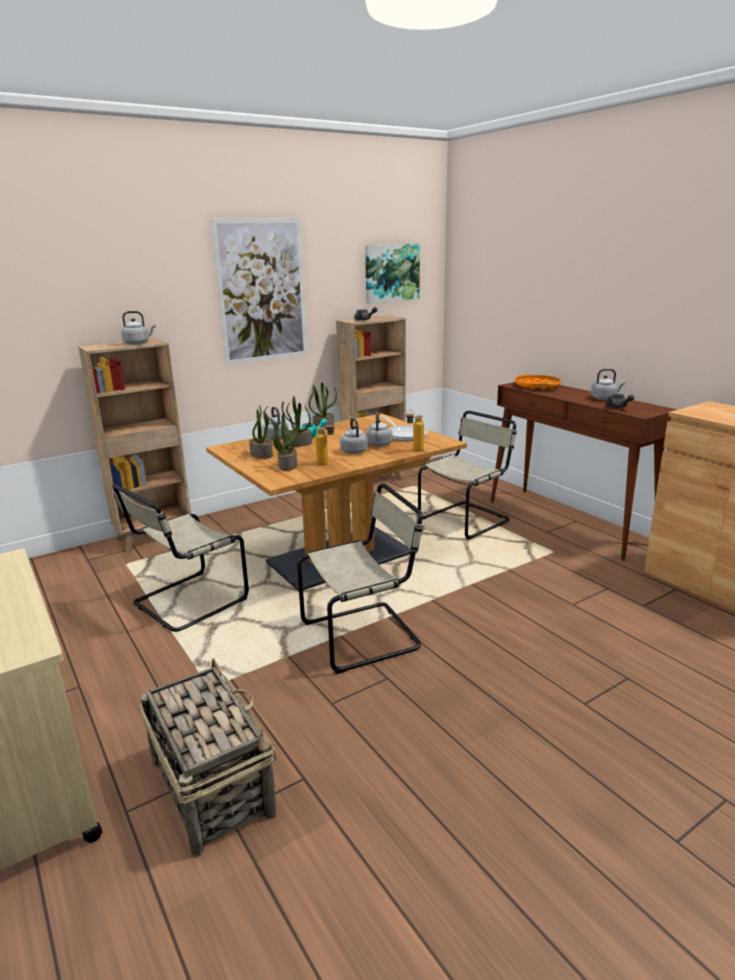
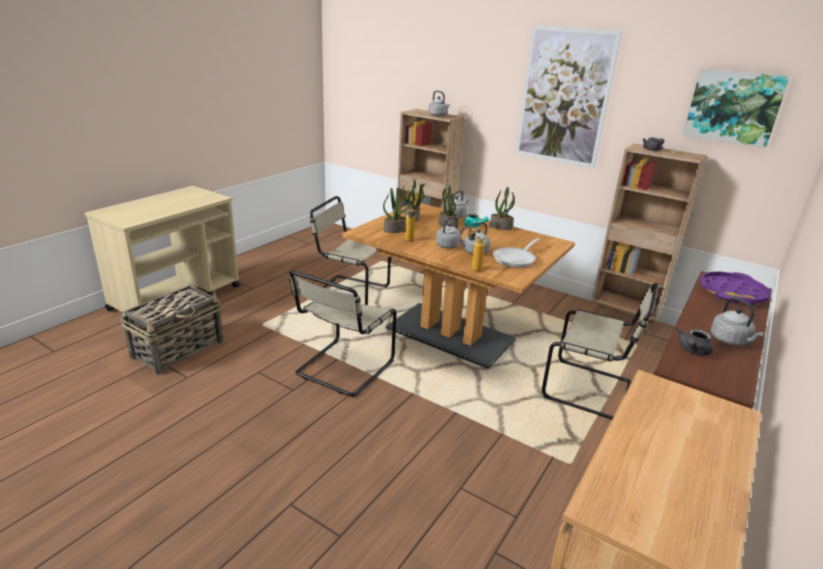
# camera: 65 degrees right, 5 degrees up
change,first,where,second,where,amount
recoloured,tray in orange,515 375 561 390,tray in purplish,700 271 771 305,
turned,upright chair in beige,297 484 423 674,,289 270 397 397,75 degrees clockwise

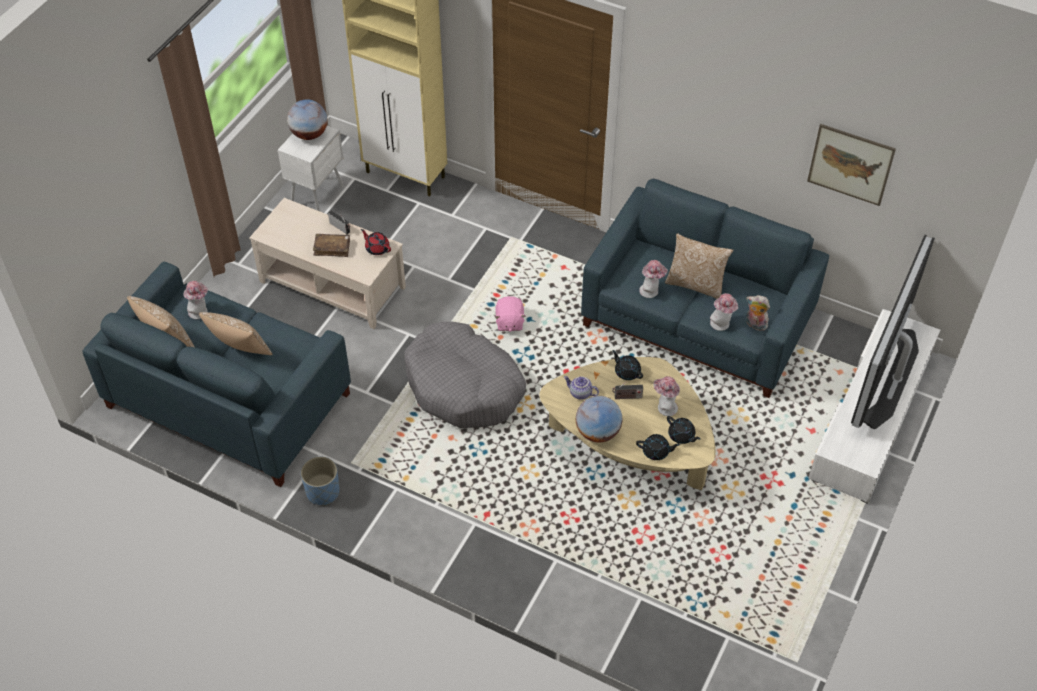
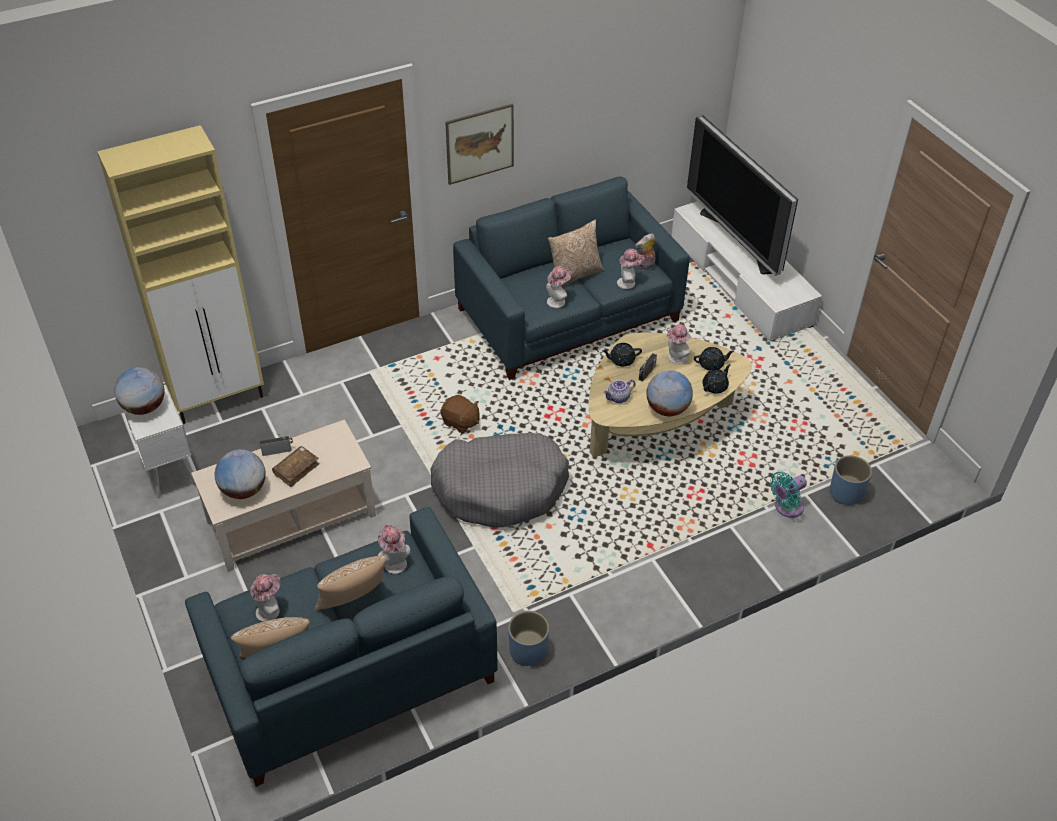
# camera: 55 degrees left, 5 degrees down
change,first,where,second,where,amount
moved,picture,807 124 896 206,,445 103 514 185,
removed,tea pot in red,361 229 391 255,,,
recoloured,soft toy in pink,495 296 525 332,soft toy in brownish,440 395 480 434,
added,,,desk globe,215 449 266 499,
added,,,planter in bluish,830 455 872 505,
added,,,fan in blue-green,770 472 807 518,
added,,,clothing hat,377 525 410 574,

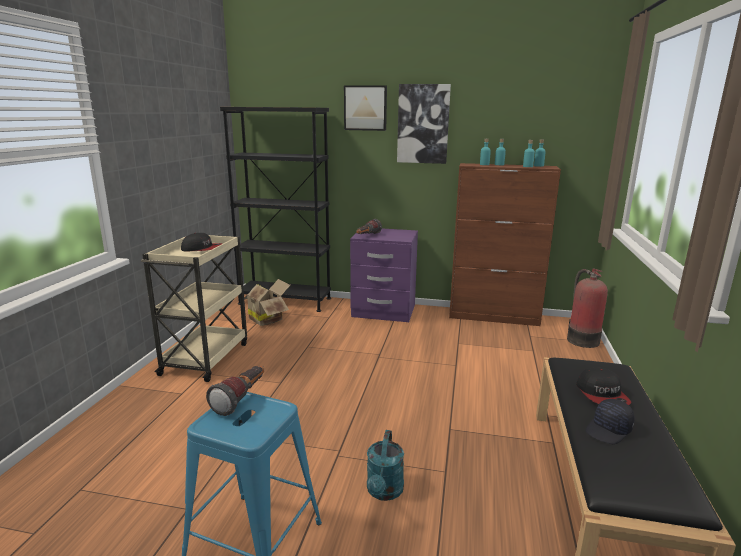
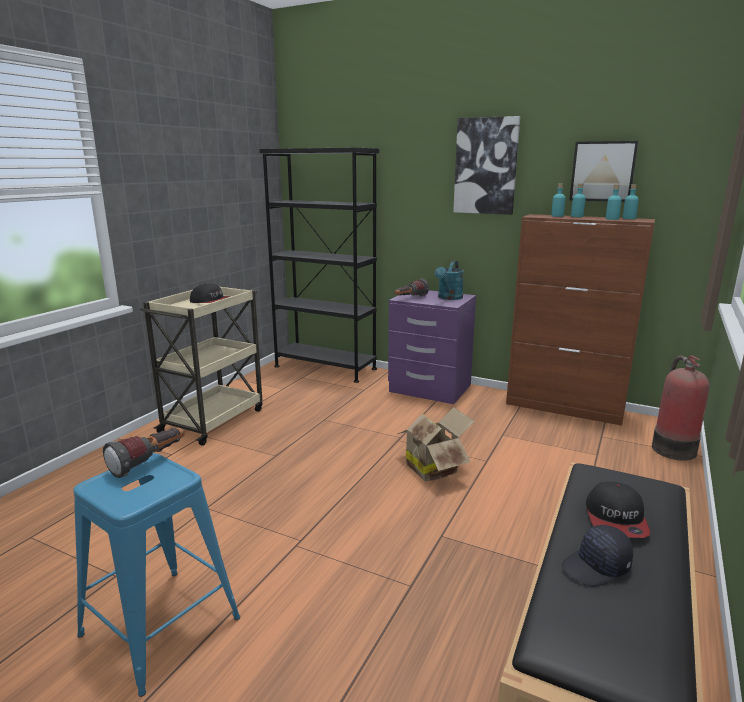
# camera: 15 degrees right, 0 degrees up
change,first,where,second,where,amount
moved,picture,344 85 387 131,,569 141 639 202,
moved,carton,244 279 290 326,,398 407 474 481,
moved,sprinkling can in blue-green,367 430 404 501,,435 261 464 300,

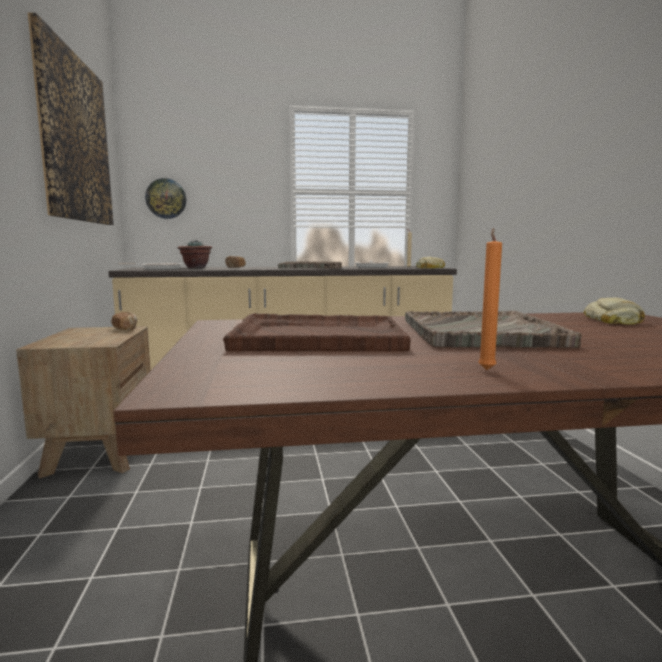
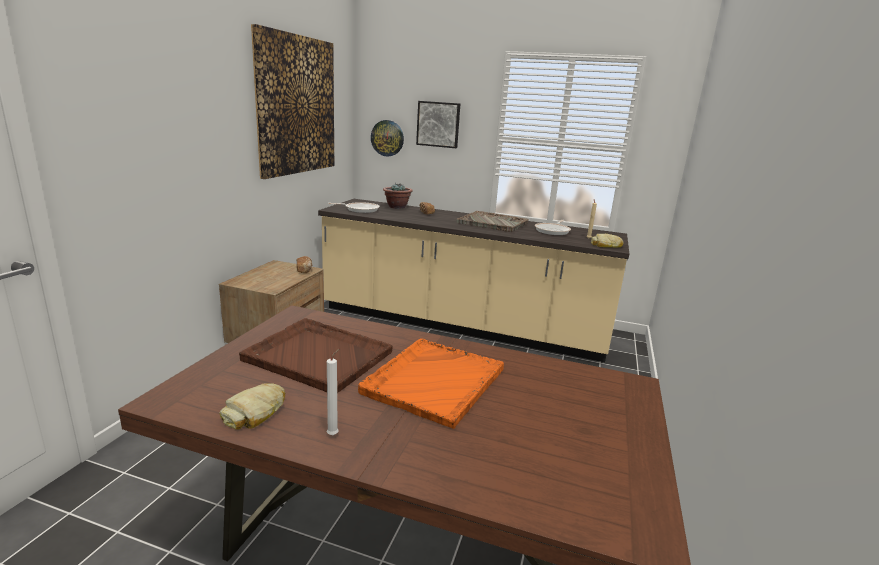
# camera: 25 degrees right, 10 degrees up
change,first,where,second,where,amount
recoloured,candle in orange,478 228 502 370,candle in white-coloured,327 348 340 435,
moved,bakery bread,583 297 645 324,,219 383 285 429,
recoloured,tray in gray,405 311 582 348,tray in orange,358 338 504 429,
added,,,picture,416 101 460 148,

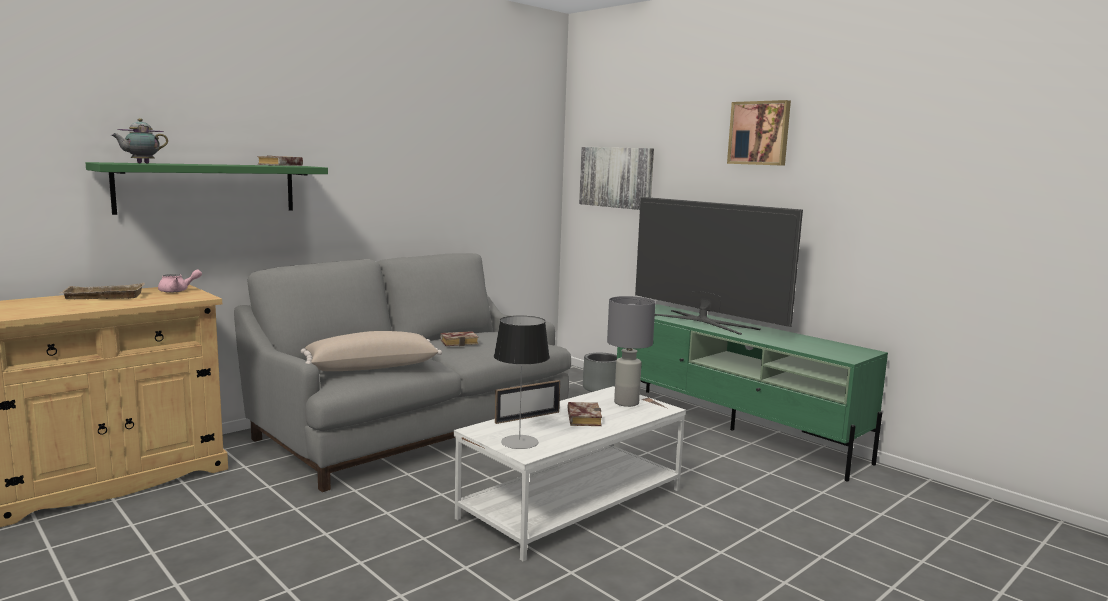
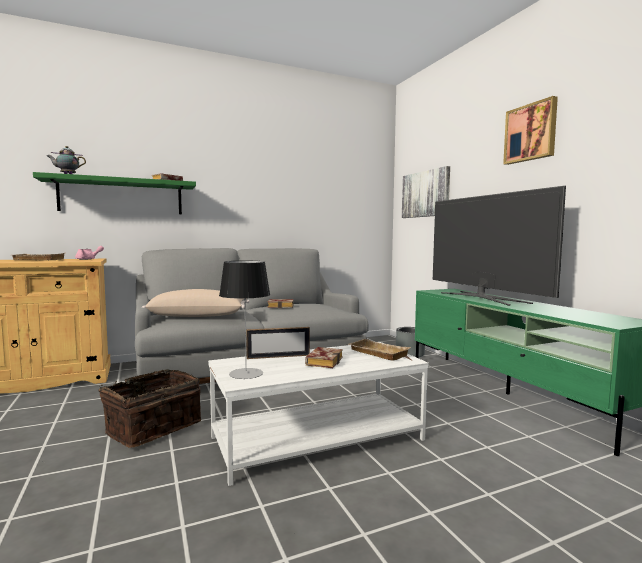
# camera: 20 degrees right, 5 degrees down
change,first,where,second,where,amount
replaced,table lamp in gray,607 296 655 407,tray in beige,347 339 411 361,
added,,,basket,98 369 201 448,

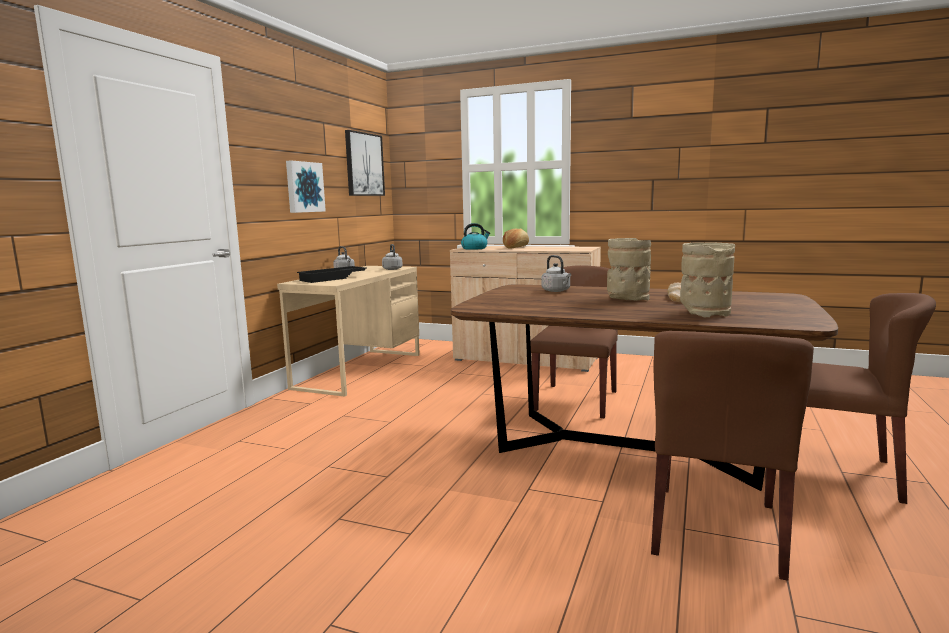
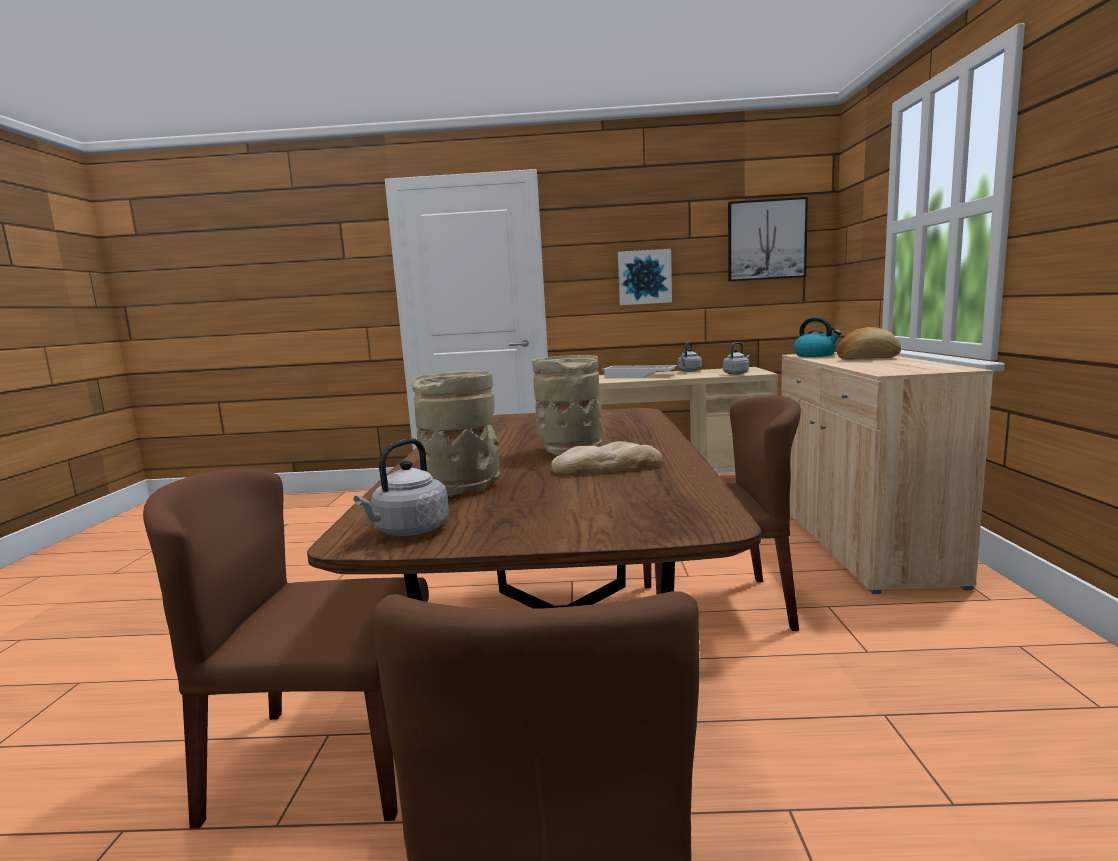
# camera: 70 degrees right, 0 degrees up
change,first,where,second,where,amount
moved,water kettle in gray,541 255 571 292,,354 438 449 536,
recoloured,tray in blackish,297 266 367 283,tray in white-coloured,602 365 677 378,

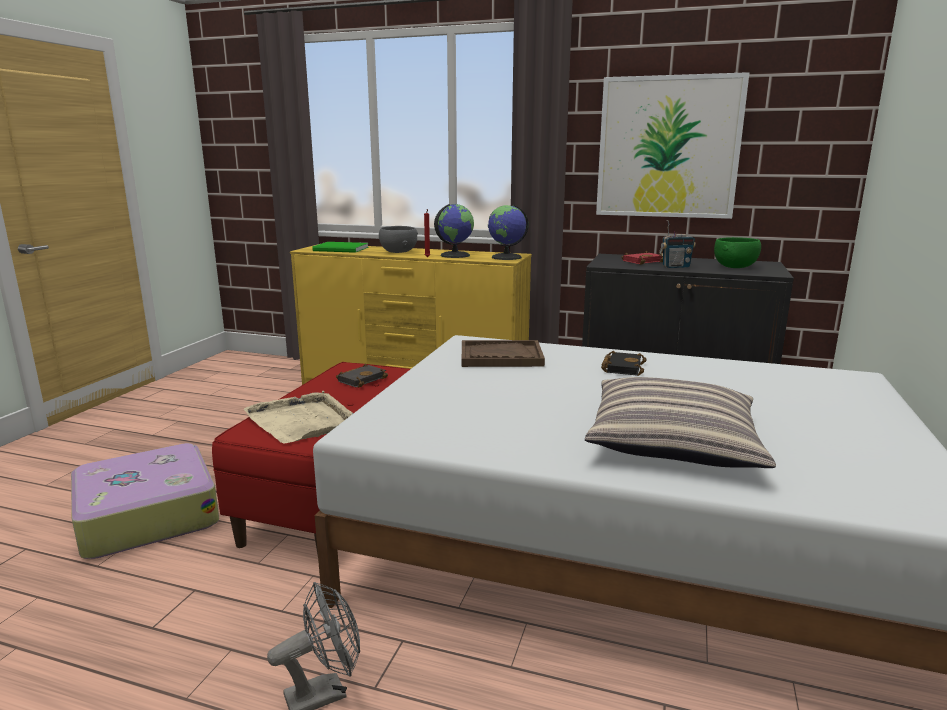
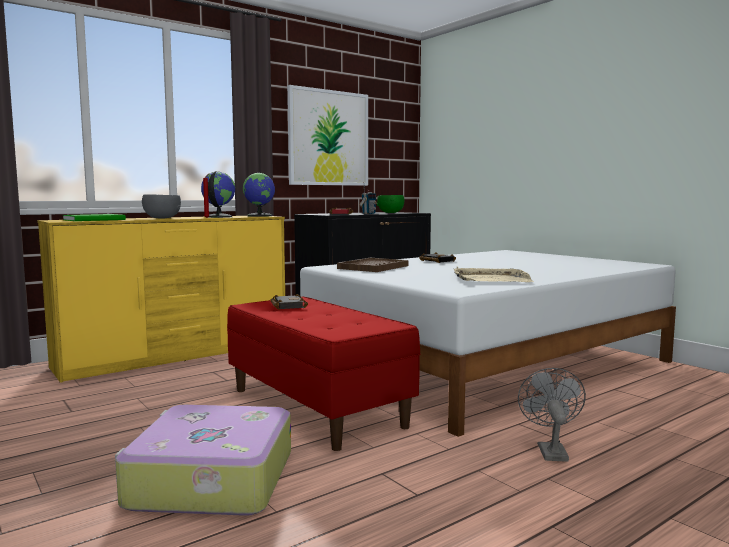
# camera: 55 degrees left, 10 degrees down
change,first,where,second,where,amount
removed,throw pillow,585 377 776 468,,,
moved,tray in beige,244 391 353 444,,454 266 534 282,

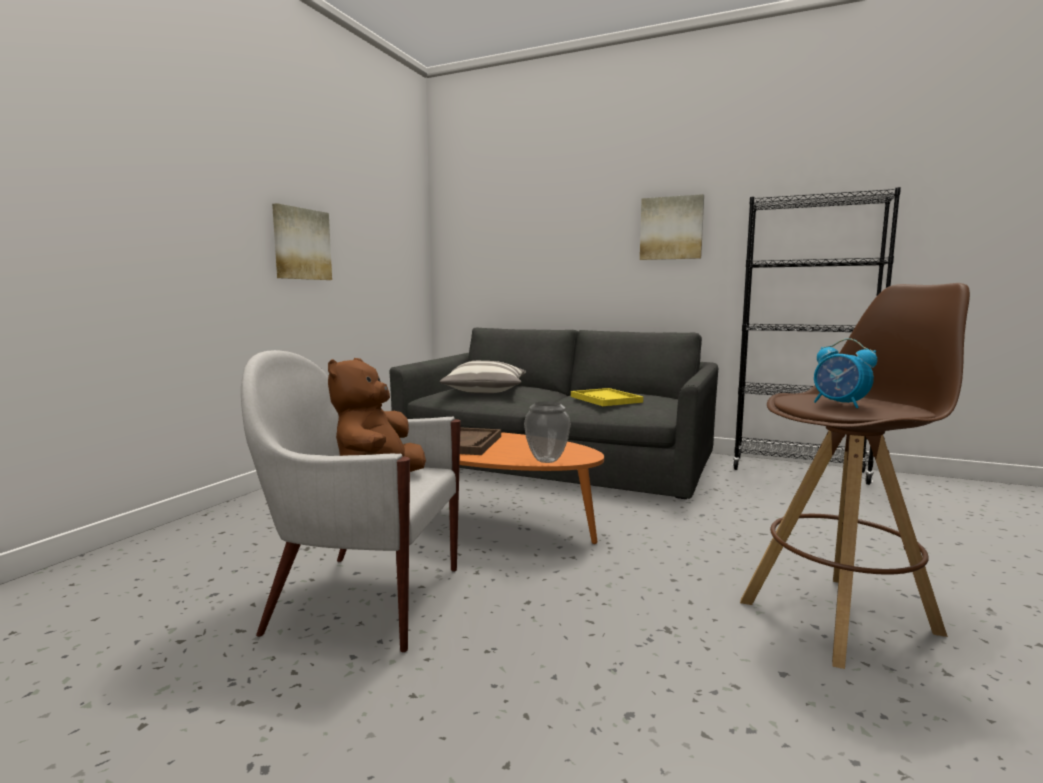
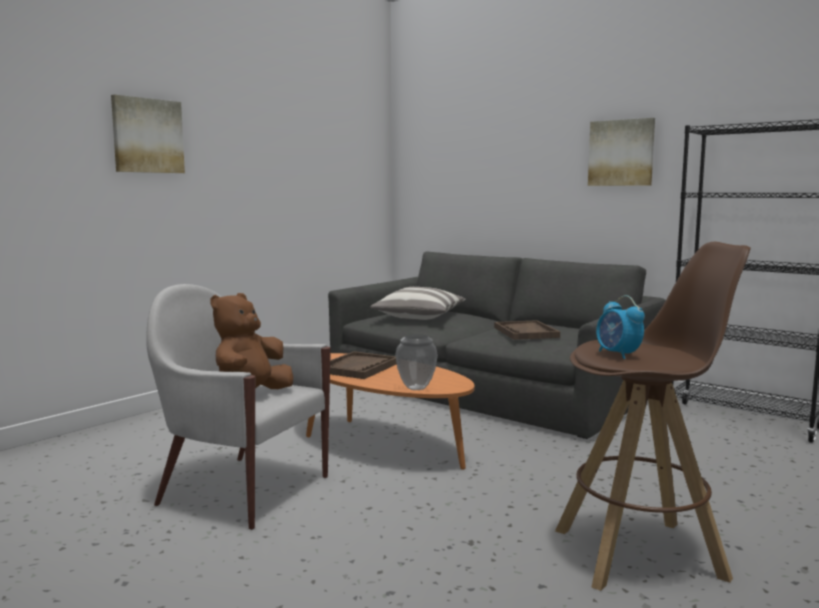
# camera: 15 degrees right, 0 degrees up
change,first,where,second,where,amount
moved,picture,272 203 332 280,,111 95 185 173,
recoloured,tray in yellow-coloured,571 388 643 406,tray in brownish,494 320 560 340,

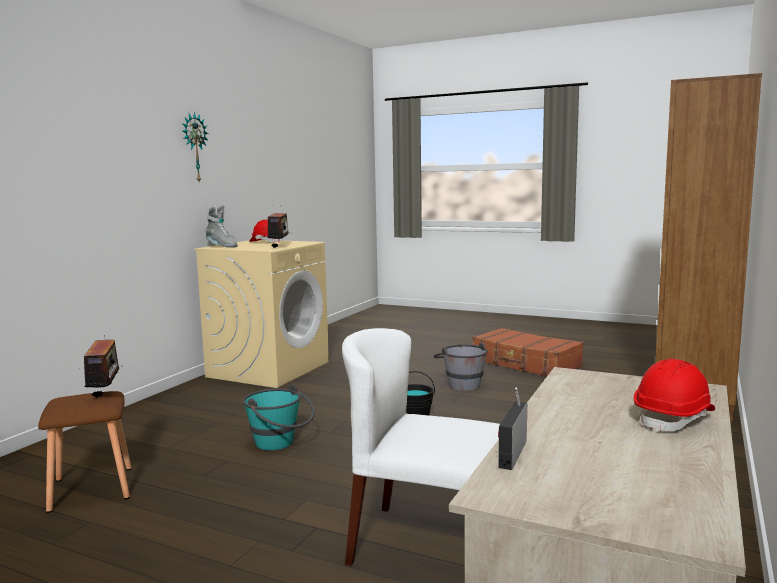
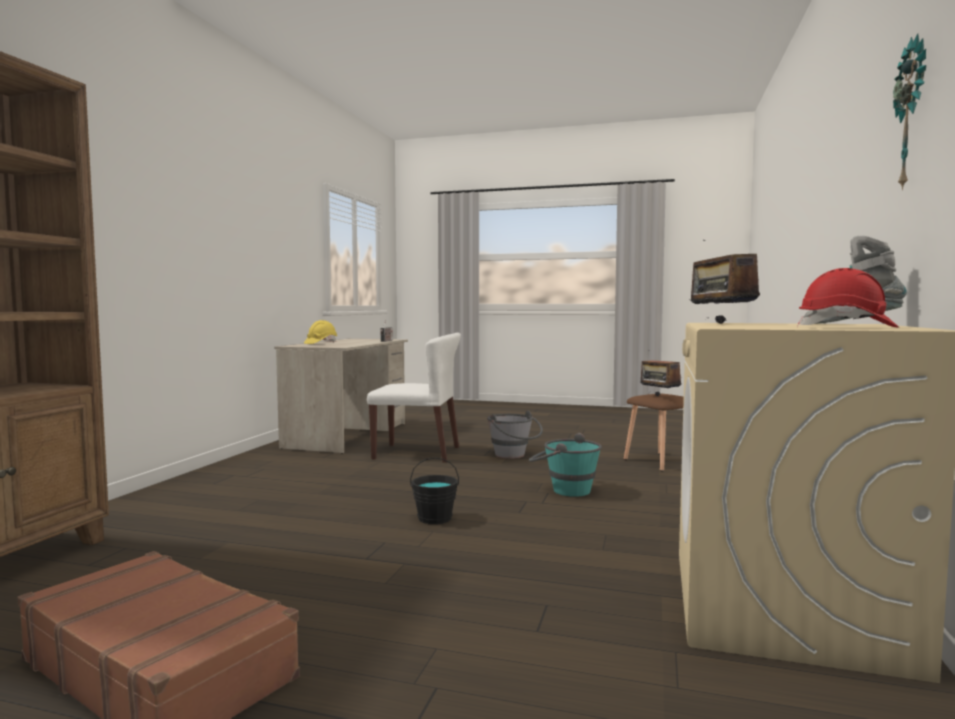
# camera: 170 degrees right, 5 degrees down
change,first,where,second,where,amount
moved,bucket in gray,434 342 488 391,,487 411 543 459,
recoloured,work helmet in red,634 359 715 433,work helmet in yellow-coloured,304 320 337 344,

